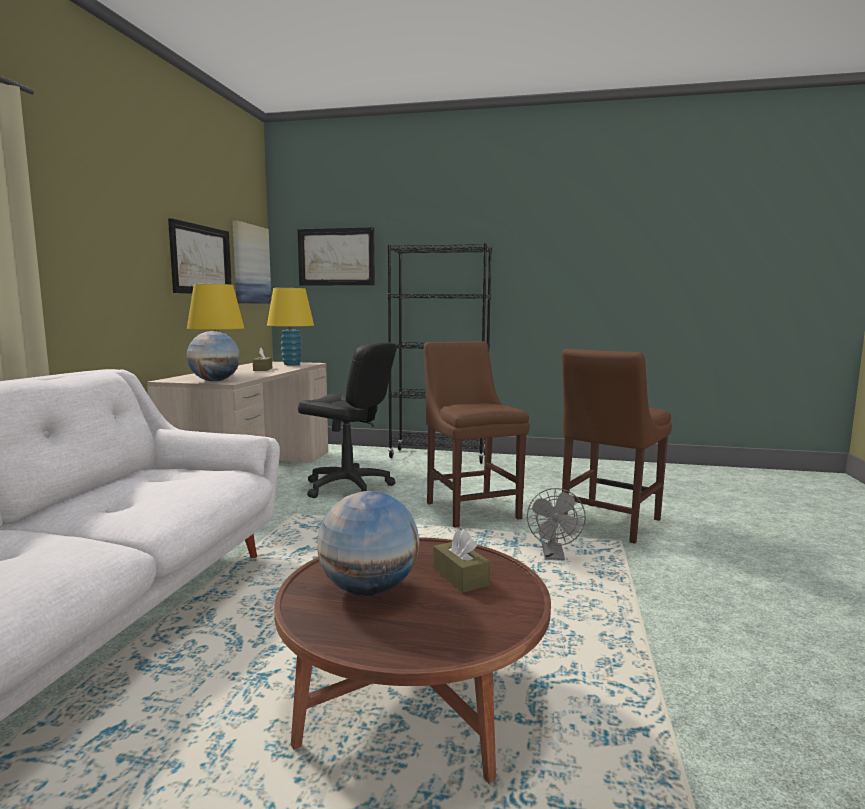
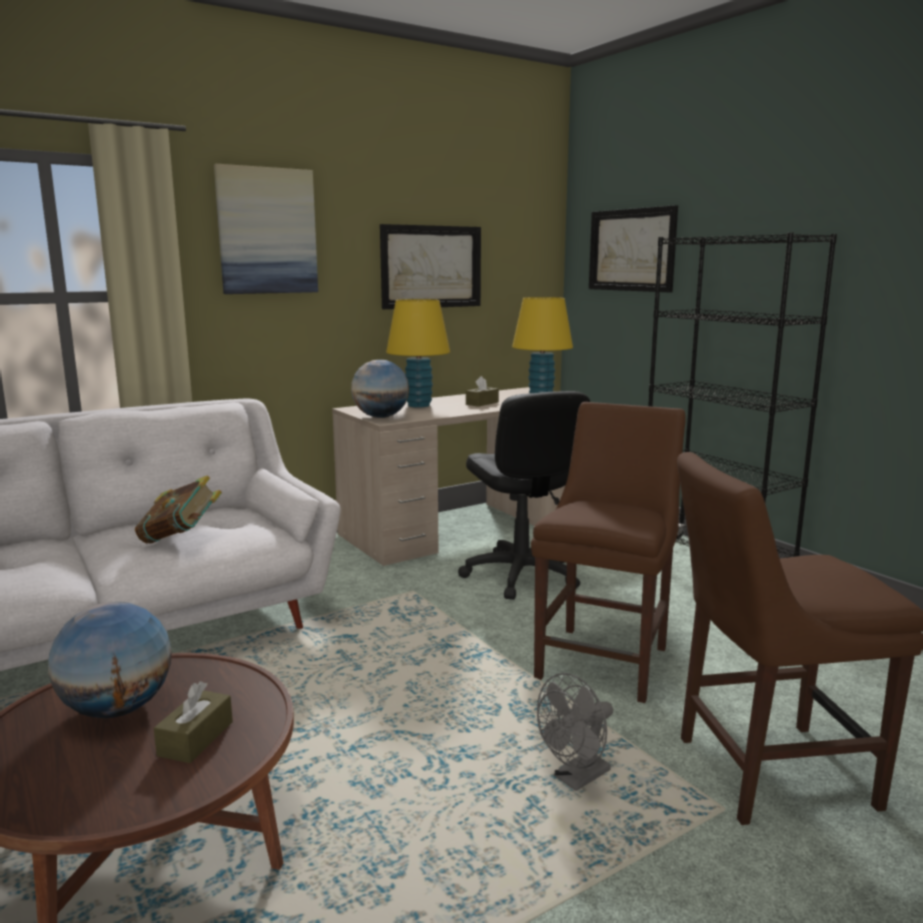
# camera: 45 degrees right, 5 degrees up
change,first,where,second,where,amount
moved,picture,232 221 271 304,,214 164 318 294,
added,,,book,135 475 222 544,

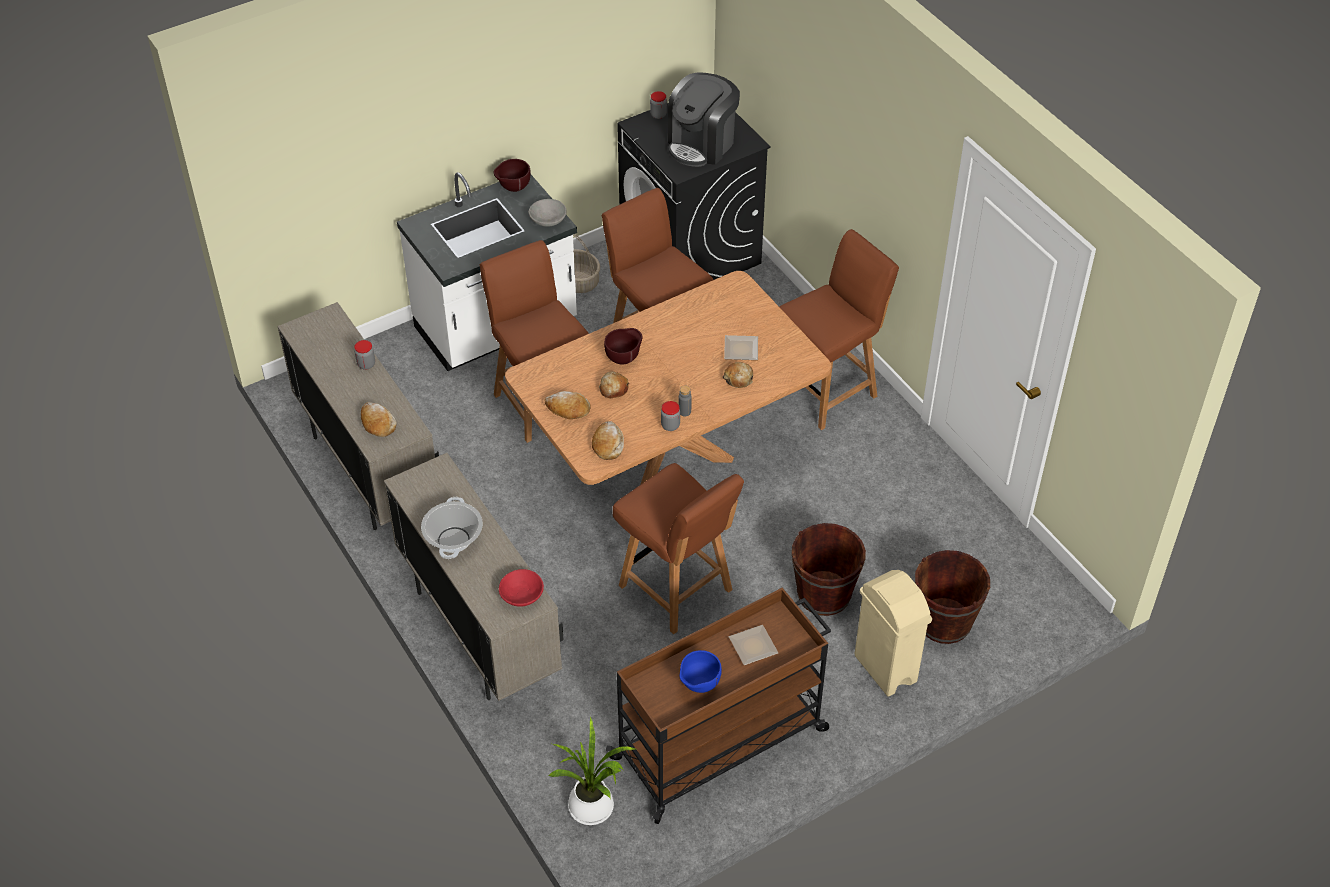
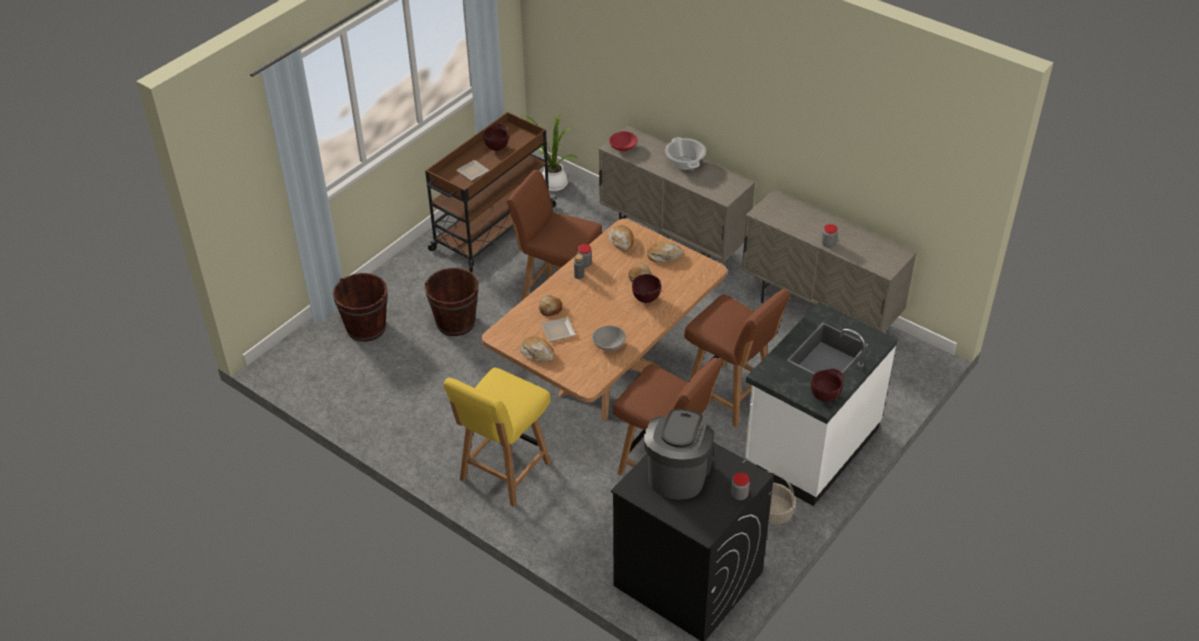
# camera: 160 degrees right, 5 degrees down
change,first,where,second,where,amount
moved,deep dish in gray,529 199 567 227,,592 326 626 351,
recoloured,upright chair in brownish,779 229 899 430,upright chair in yellow-coloured,443 368 551 507,
moved,bakery bread,361 402 396 437,,520 337 555 362,
removed,rubbish bin in beige,855 570 932 697,,,
recoloured,deep dish in bluish,680 650 722 693,deep dish in brownish,483 124 509 151,

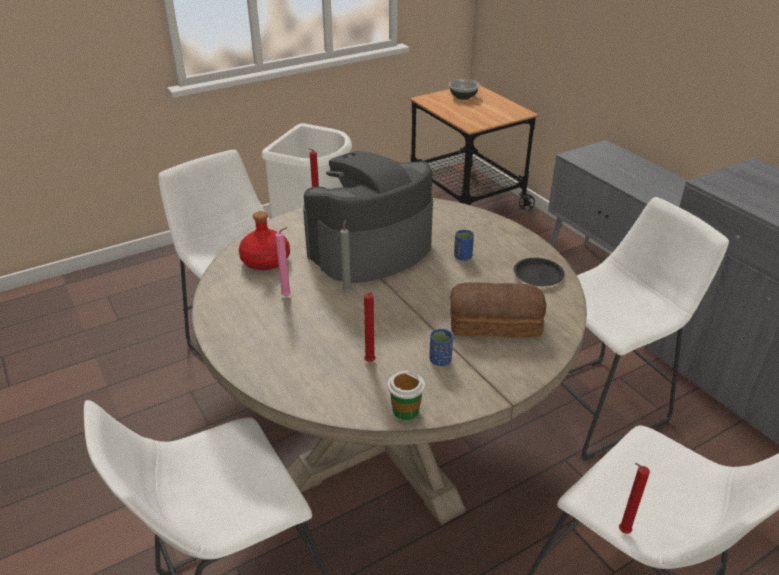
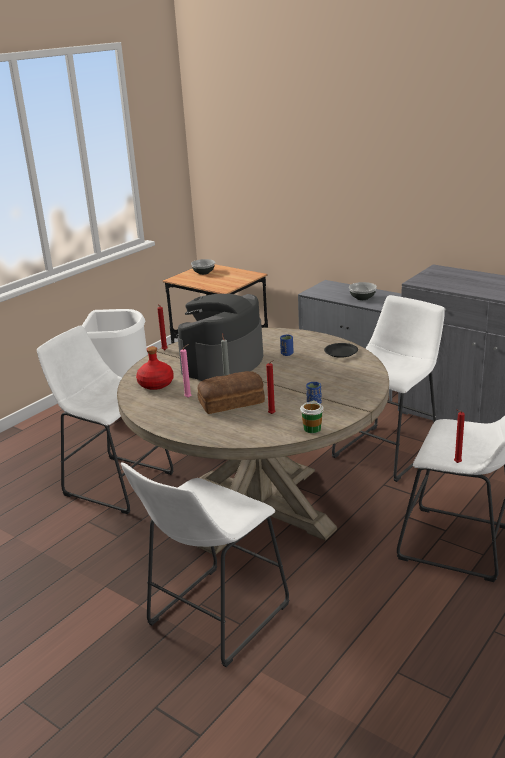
# camera: 20 degrees left, 10 degrees down
change,first,where,second,where,amount
moved,bakery bread,450 282 546 338,,197 371 265 414,
added,,,deep dish,349 282 377 300,

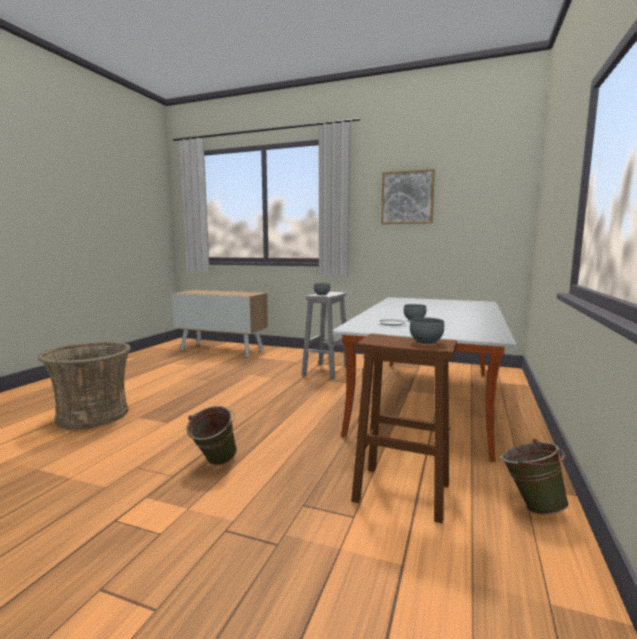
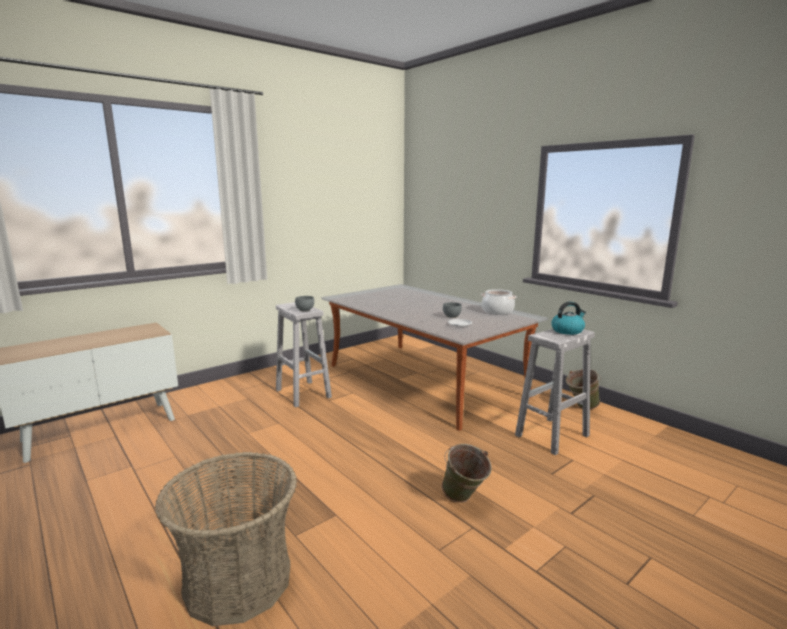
# camera: 60 degrees left, 5 degrees up
change,first,where,second,where,amount
removed,picture,381 169 435 224,,,
replaced,deep dish in gray,410 317 444 344,water kettle,551 301 586 335,
recoloured,sitting stool in brownish,351 333 457 523,sitting stool in white-coloured,515 329 595 455,
added,,,cooking pot,481 289 517 315,

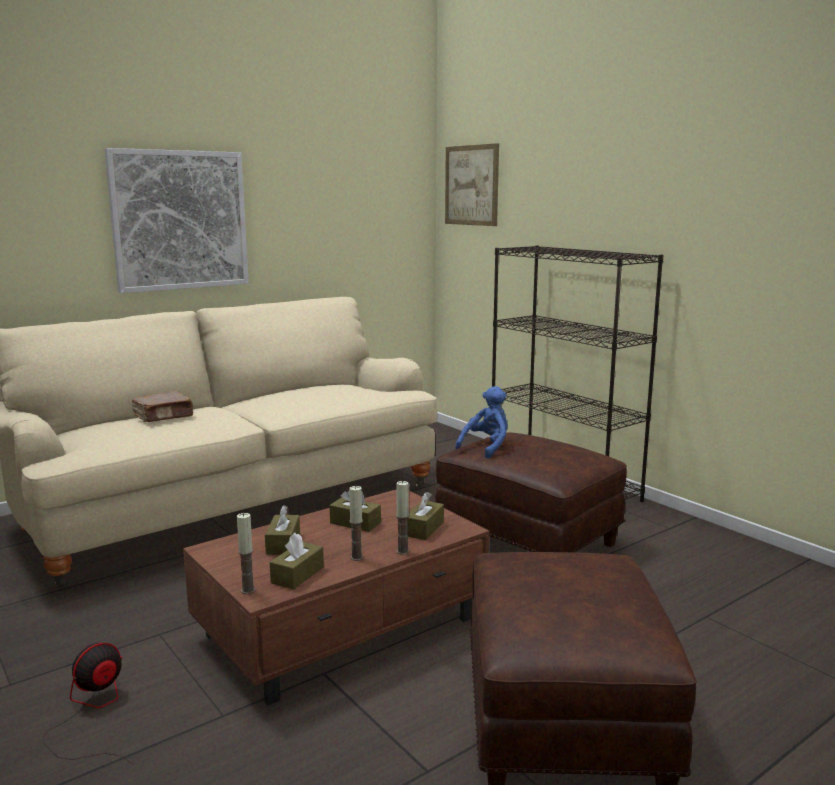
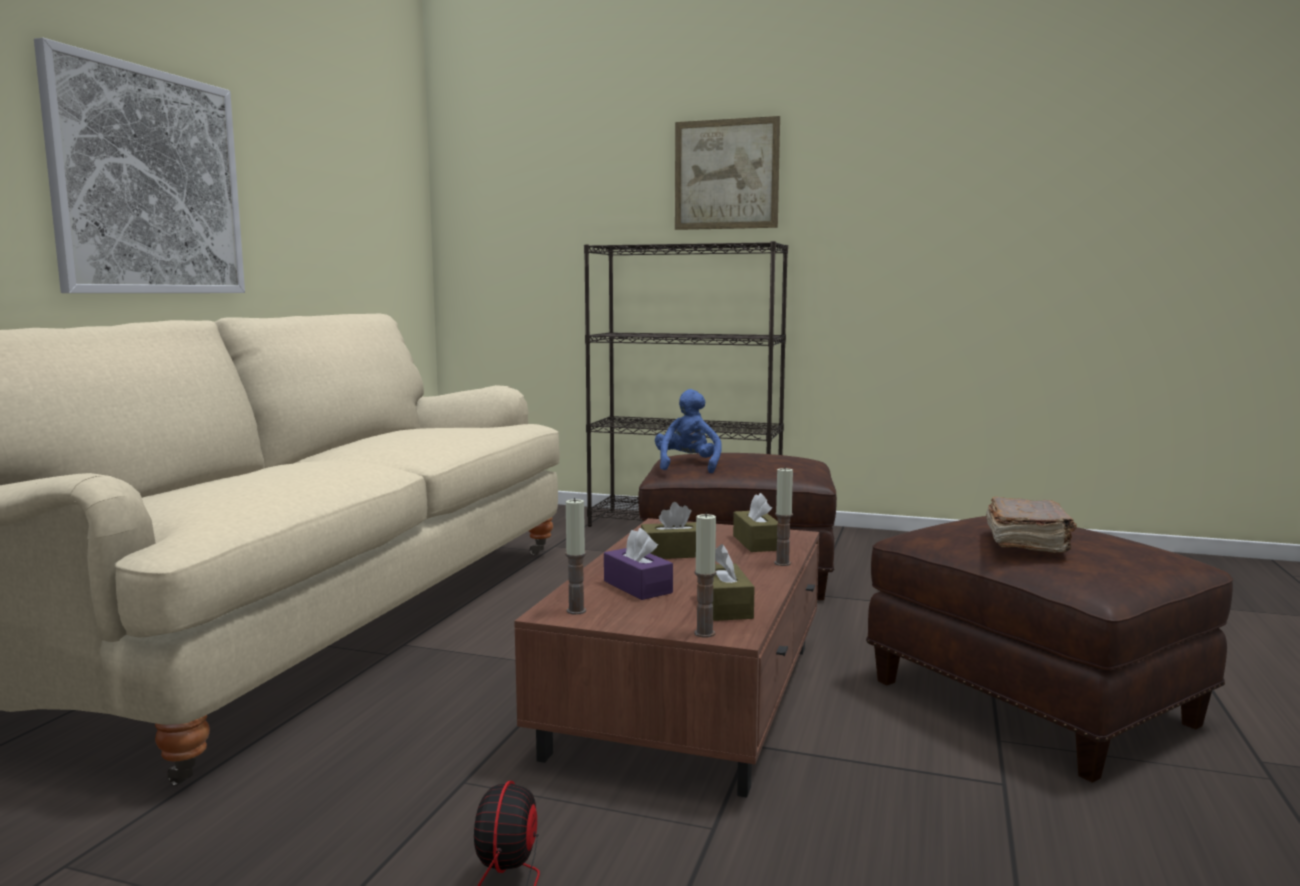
# camera: 35 degrees left, 5 degrees down
change,first,where,second,where,amount
moved,picture,445 143 499 226,,675 116 780 230,
moved,book in brownish,132 391 194 422,,986 497 1077 553,
moved,candle,349 486 363 561,,565 498 586 615,
recoloured,box of tissues in brownish,265 505 300 555,box of tissues in purplish,604 528 673 600,

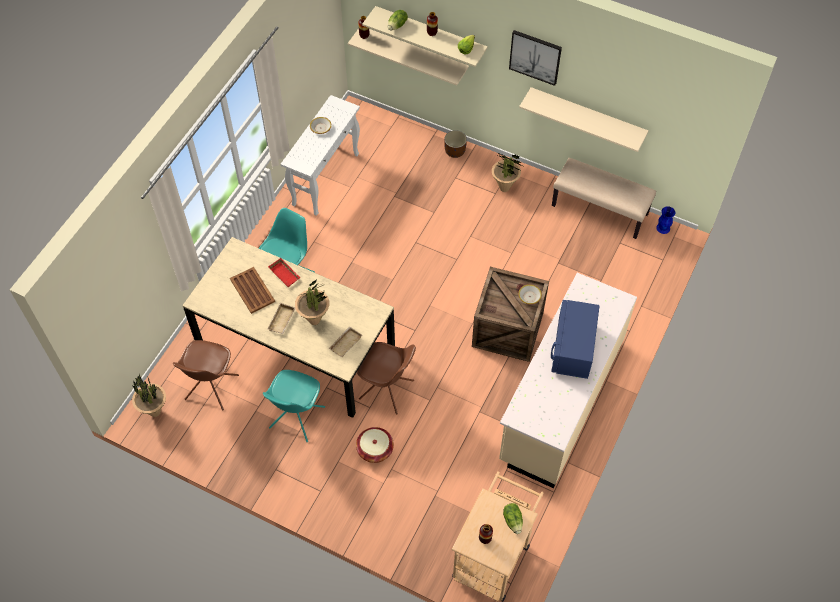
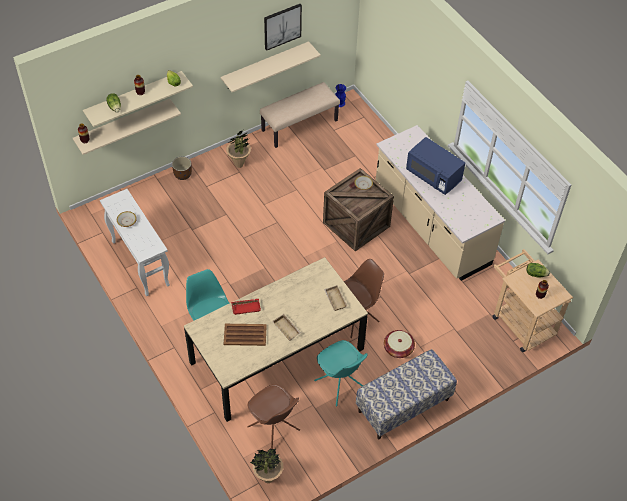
# camera: 60 degrees left, 5 degrees down
change,first,where,second,where,amount
moved,picture,509 30 562 86,,264 4 302 51,
removed,potted plant,295 279 329 325,,,
added,,,indoor bench,356 349 457 439,

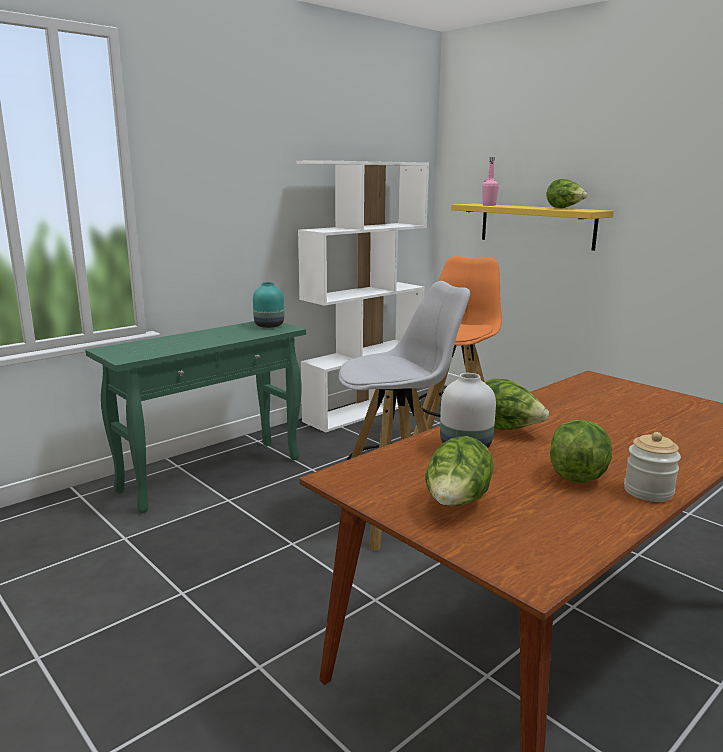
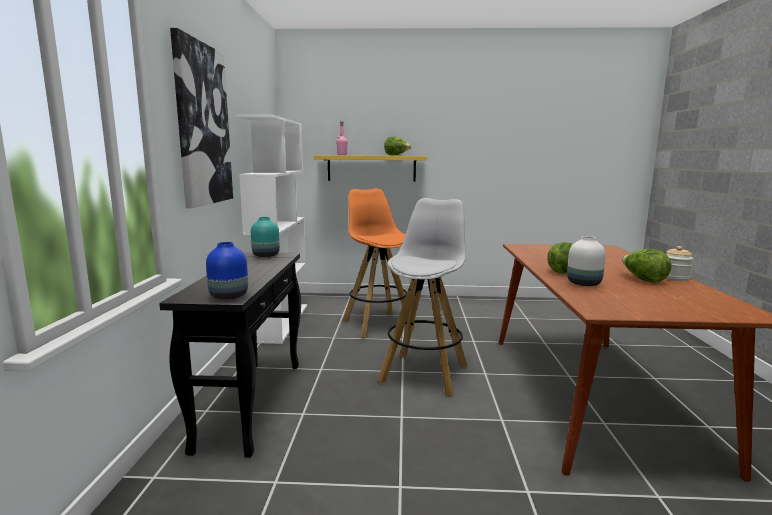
# camera: 45 degrees left, 5 degrees down
change,first,where,second,where,amount
recoloured,narrow table in greenish,85 321 306 513,narrow table in blackish,159 252 301 458,
removed,head of lettuce,425 436 494 506,,,
added,,,picture,170 28 233 208,
added,,,flower vase in bluish,206 242 248 300,

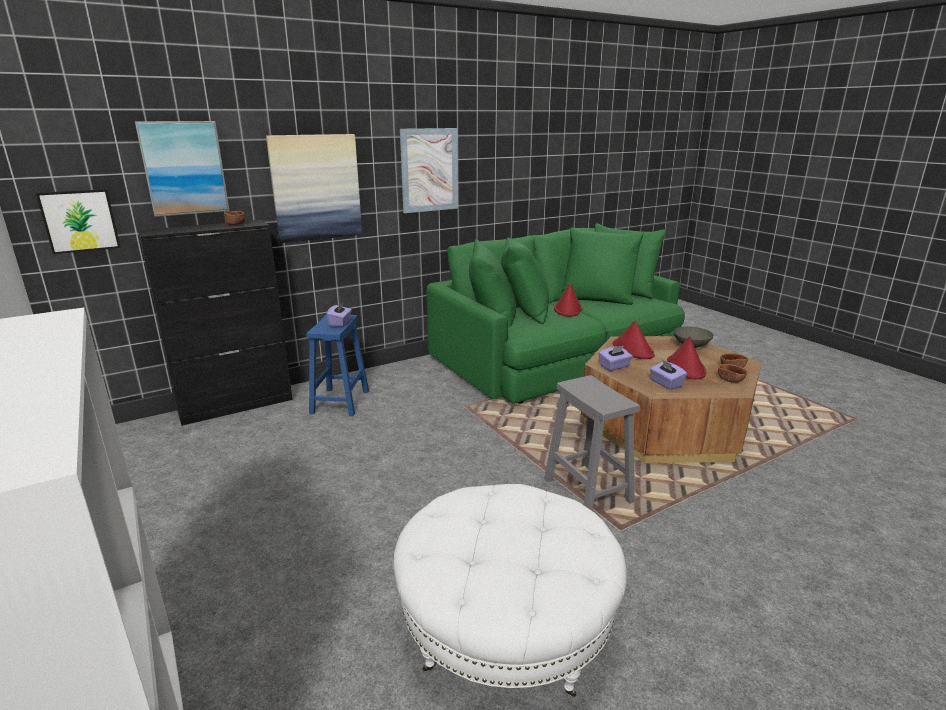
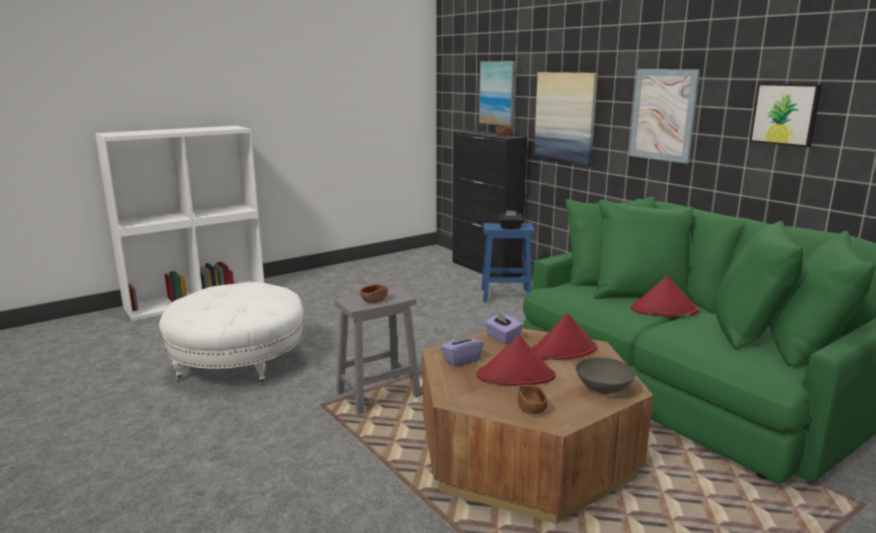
# camera: 85 degrees right, 5 degrees down
change,first,where,second,where,amount
moved,picture,36 189 121 254,,749 83 822 147,
recoloured,box of tissues in purplish,326 302 352 327,box of tissues in blackish,499 210 523 229,
moved,deep dish in brownish,718 364 748 383,,360 284 388 303,

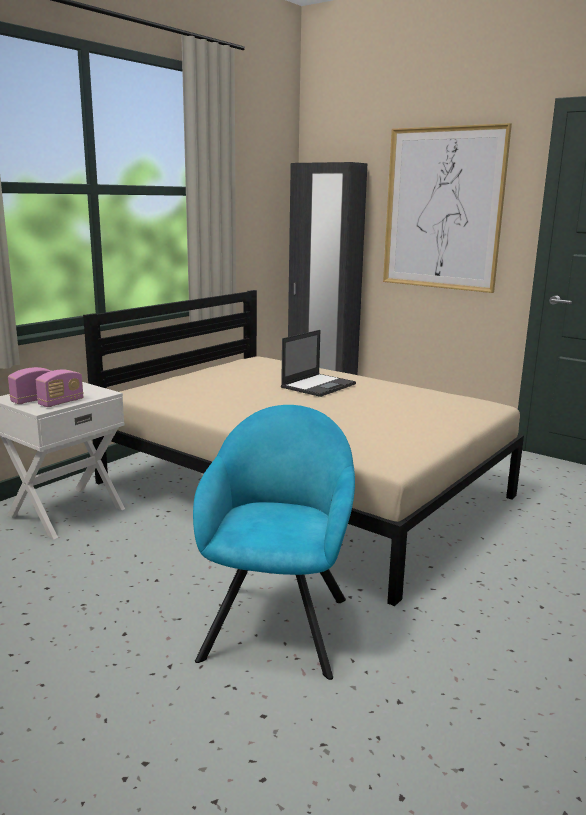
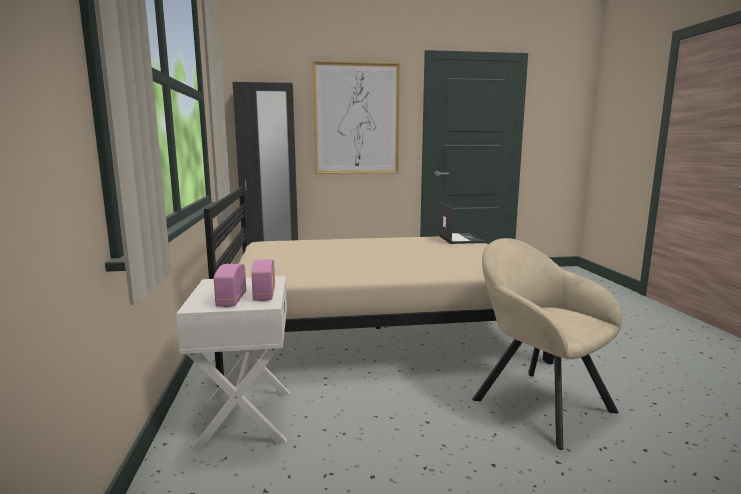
# camera: 45 degrees left, 5 degrees down
change,first,where,second,where,amount
moved,portable computer,281 330 356 397,,438 202 485 244,
recoloured,lounge chair in blue-green,193 405 355 680,lounge chair in beige,472 238 622 450,

